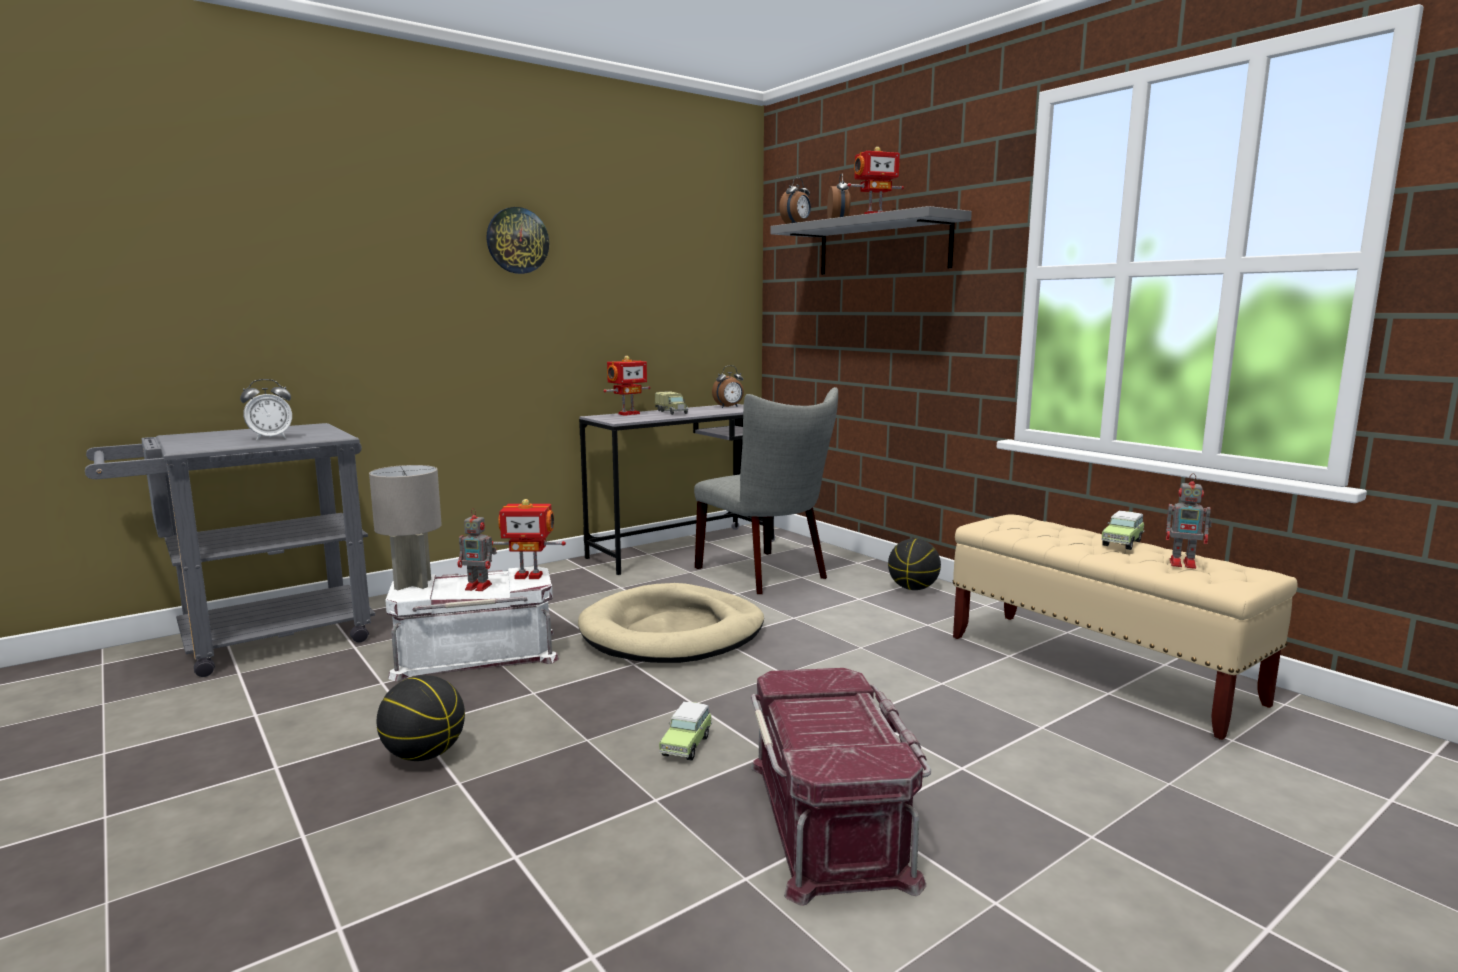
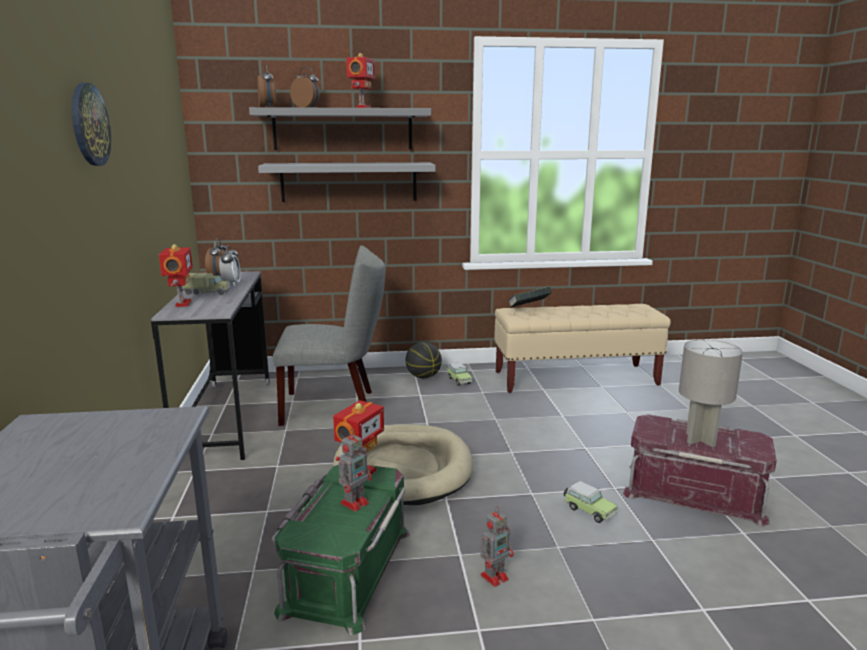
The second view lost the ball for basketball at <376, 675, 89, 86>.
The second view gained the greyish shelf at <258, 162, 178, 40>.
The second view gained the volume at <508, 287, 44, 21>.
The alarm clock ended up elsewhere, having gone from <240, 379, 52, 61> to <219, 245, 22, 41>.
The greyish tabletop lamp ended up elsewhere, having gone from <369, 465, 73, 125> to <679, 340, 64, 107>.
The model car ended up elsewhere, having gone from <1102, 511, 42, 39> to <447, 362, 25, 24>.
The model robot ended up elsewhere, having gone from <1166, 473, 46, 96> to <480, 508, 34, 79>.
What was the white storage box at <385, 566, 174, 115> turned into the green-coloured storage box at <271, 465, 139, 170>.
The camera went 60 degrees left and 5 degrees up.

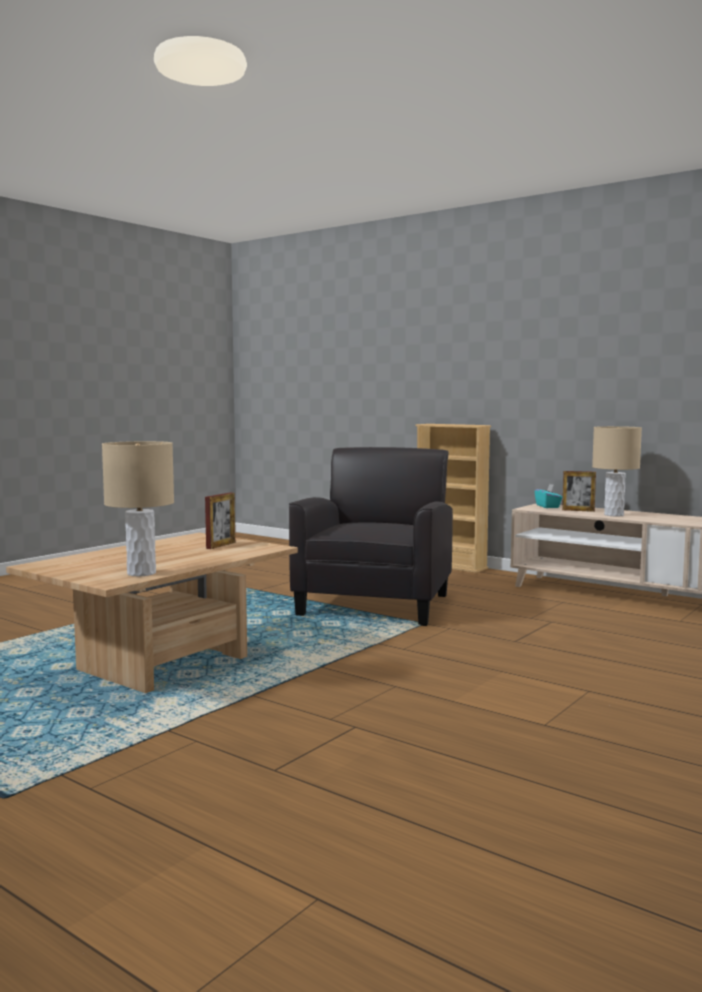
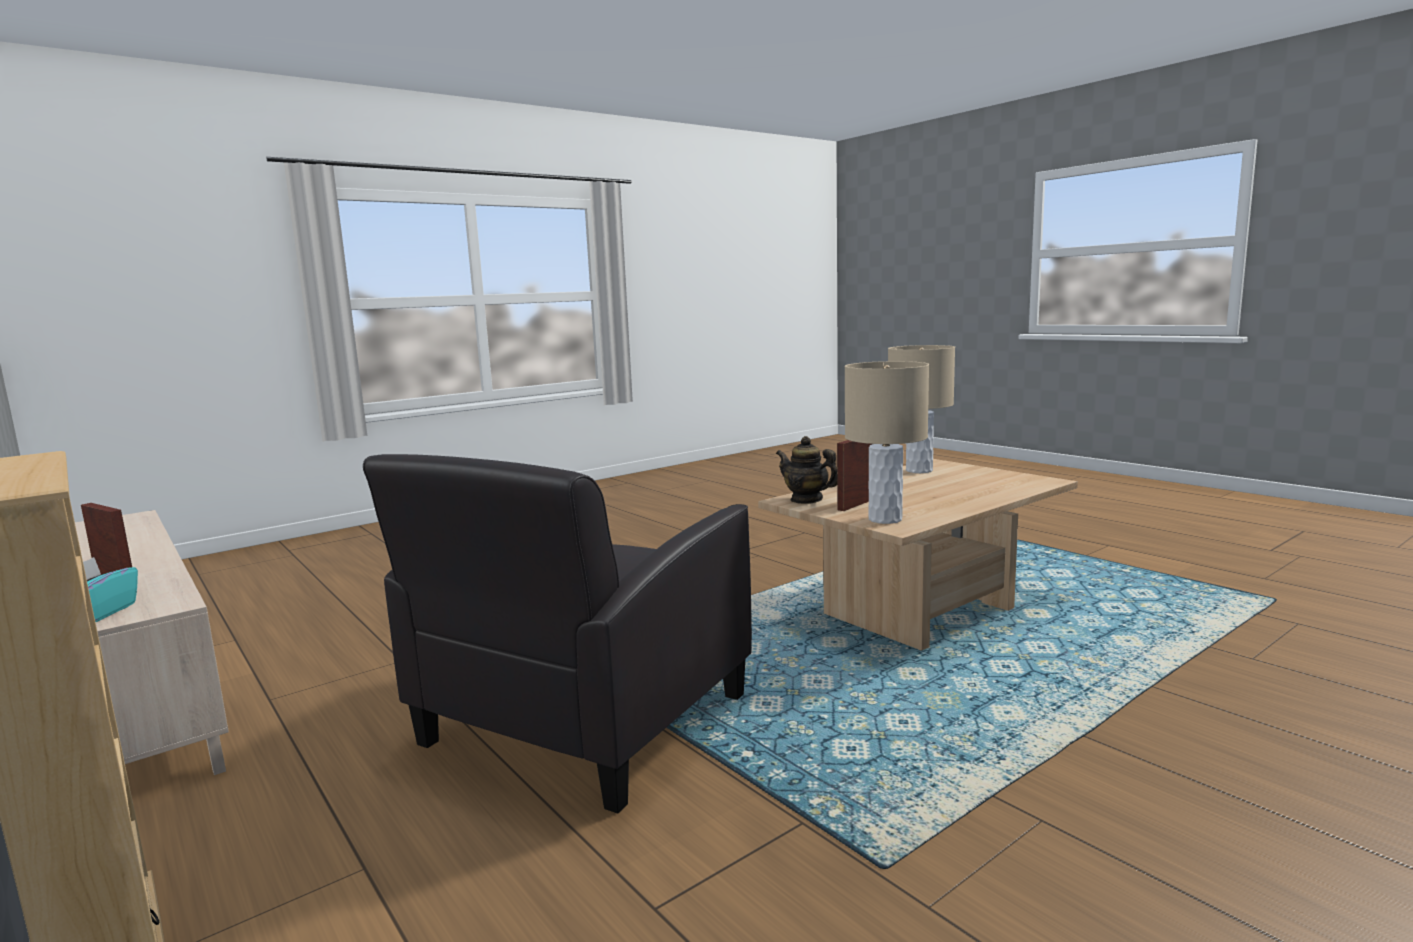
The second view gained the tea pot at <776, 436, 61, 68>.
The sand-coloured tabletop lamp ended up elsewhere, having gone from <592, 426, 50, 90> to <845, 361, 84, 163>.
The camera went 165 degrees left and 5 degrees up.

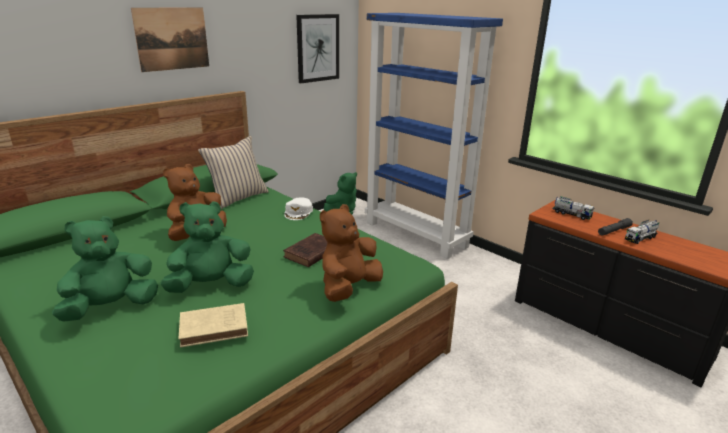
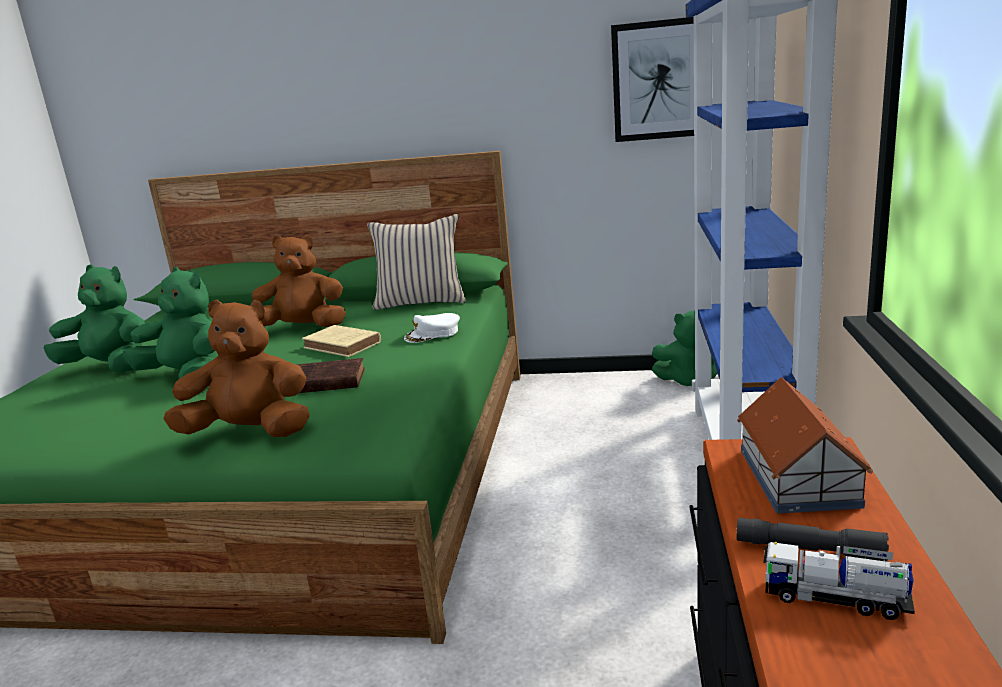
The second view lost the wall art at <131, 7, 78, 65>.
The sand-coloured volume ended up elsewhere, having gone from <179, 303, 69, 44> to <302, 325, 79, 32>.
Where the toy truck stood at <552, 196, 43, 24>, the toy house came to stand at <737, 377, 136, 137>.
The camera went 55 degrees right and 5 degrees down.

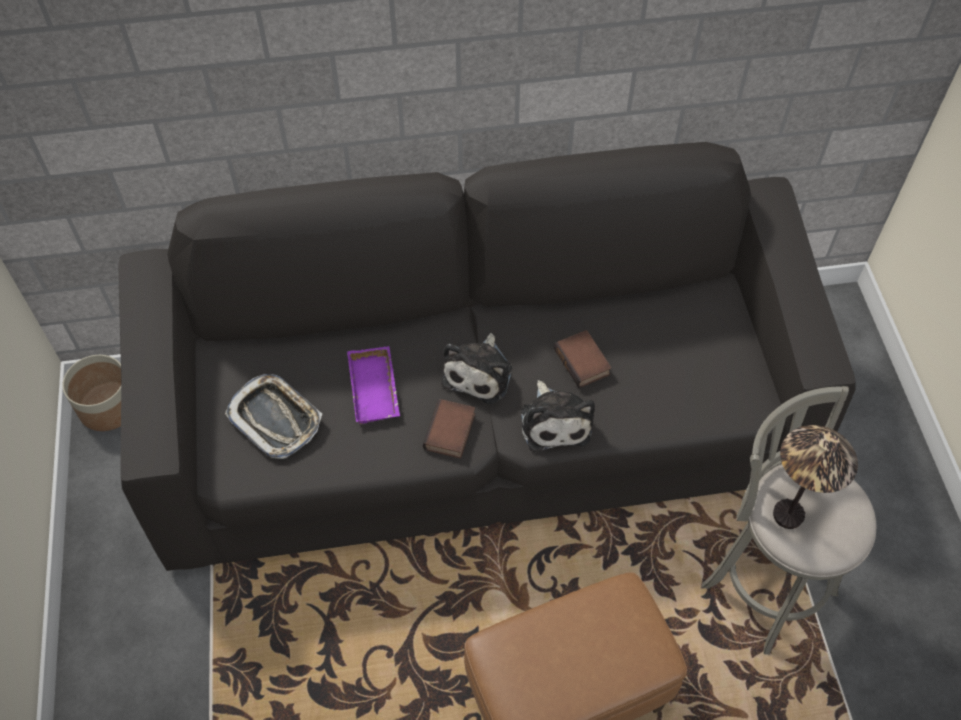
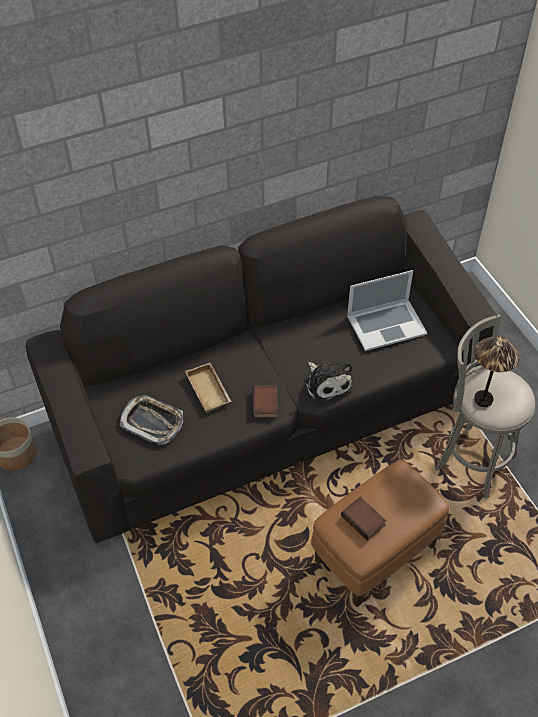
The second view lost the soft toy at <441, 333, 71, 71>.
The second view gained the portable computer at <347, 270, 80, 81>.
The volume ended up elsewhere, having gone from <554, 330, 58, 58> to <341, 496, 45, 45>.
What was the purplish serving tray at <347, 346, 53, 78> turned into the sand-coloured serving tray at <185, 363, 47, 50>.
The camera went 15 degrees left and 5 degrees down.

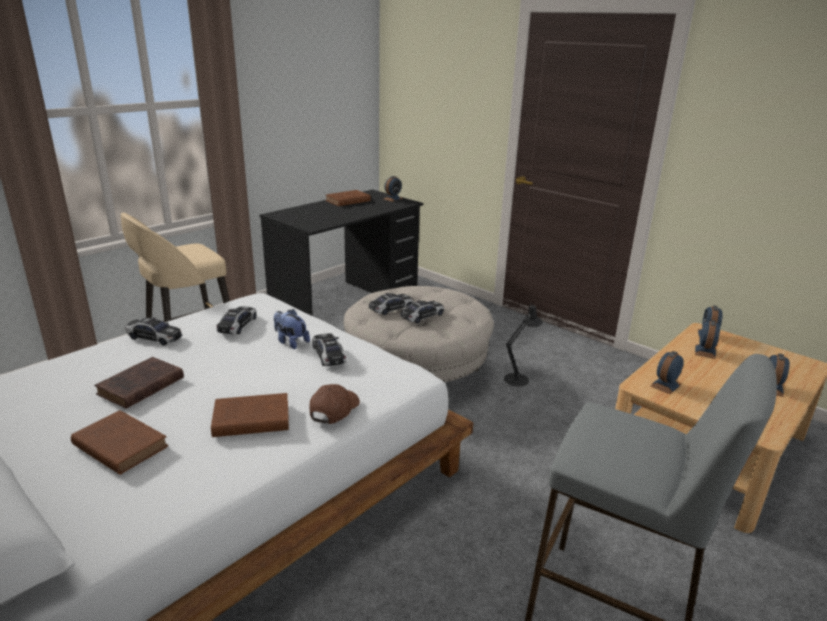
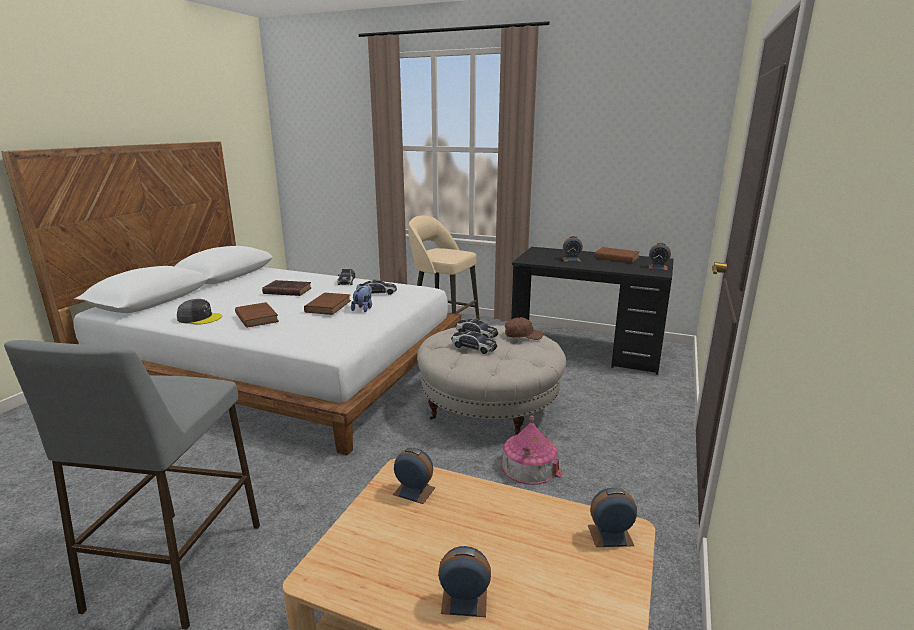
The second view lost the model car at <312, 333, 34, 33>.
The second view gained the greyish cap at <177, 299, 45, 25>.
The brown volume ended up elsewhere, having gone from <71, 410, 97, 65> to <304, 293, 47, 22>.
The brown cap ended up elsewhere, having gone from <310, 384, 50, 40> to <505, 317, 38, 23>.
The alarm clock ended up elsewhere, having gone from <695, 320, 25, 39> to <563, 236, 20, 26>.
Where the black tabletop lamp stood at <504, 304, 39, 83>, the toy house came to stand at <501, 416, 62, 69>.
The camera went 70 degrees right and 5 degrees down.

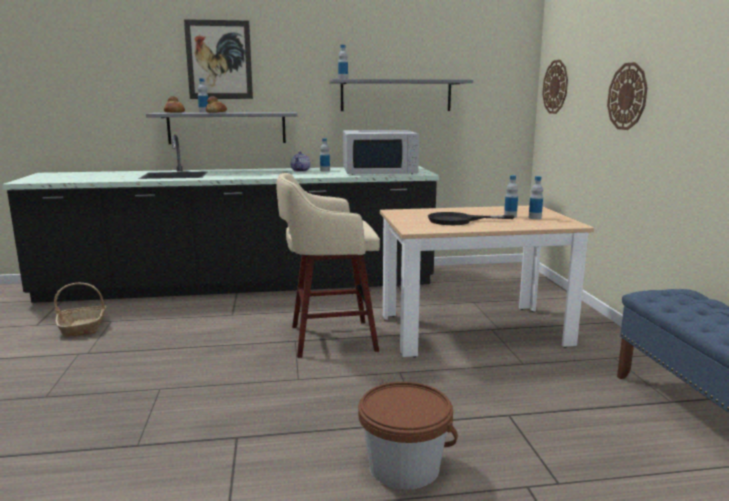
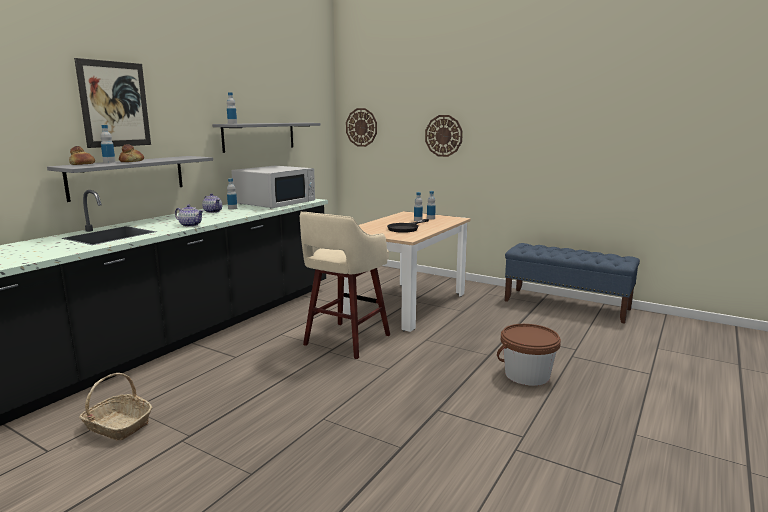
The second view gained the tea pot at <175, 204, 29, 23>.
The camera went 50 degrees left and 0 degrees up.

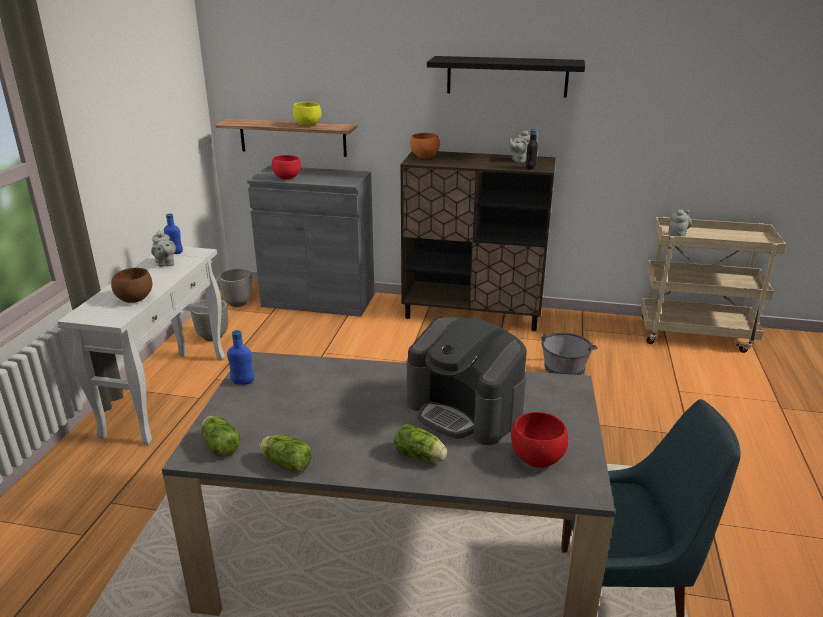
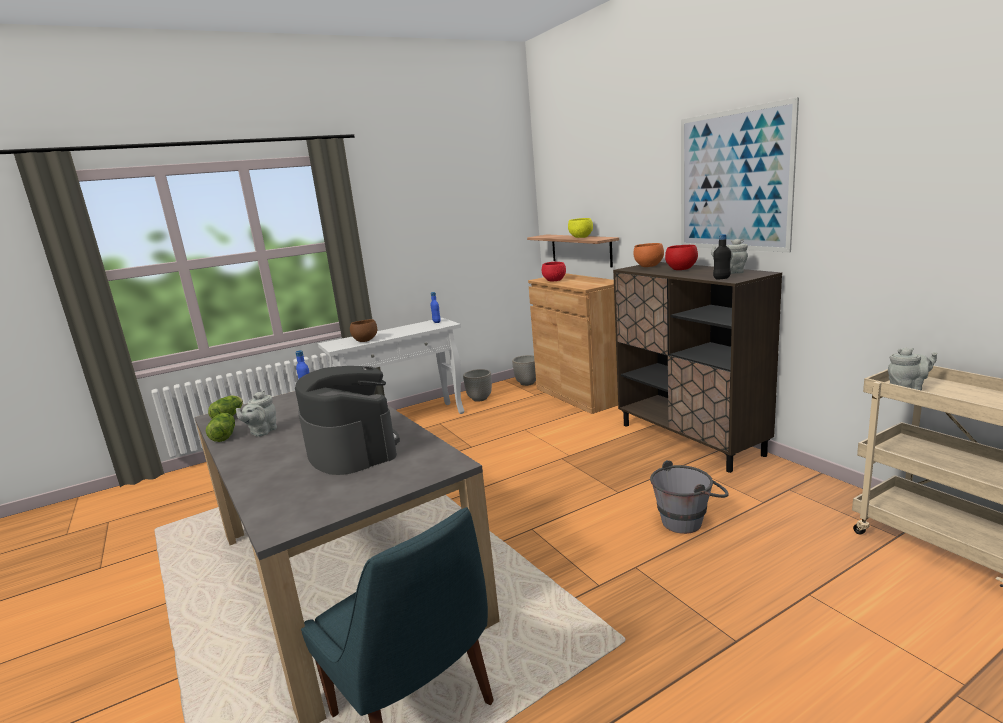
The second view lost the head of lettuce at <394, 424, 53, 38>.
The greyish tea pot ended up elsewhere, having gone from <151, 230, 25, 37> to <236, 390, 41, 47>.
The reddish bowl ended up elsewhere, having gone from <511, 412, 57, 56> to <665, 245, 33, 25>.
Where the black shelf hung at <427, 56, 158, 42>, the wall art came to hang at <681, 97, 118, 156>.
What was the greyish storage cabinet at <247, 166, 128, 151> turned into the brown storage cabinet at <528, 273, 90, 141>.
The coffee brewer at <407, 317, 120, 128> ended up facing another way, 150 degrees clockwise from before.
The camera went 50 degrees right and 10 degrees down.

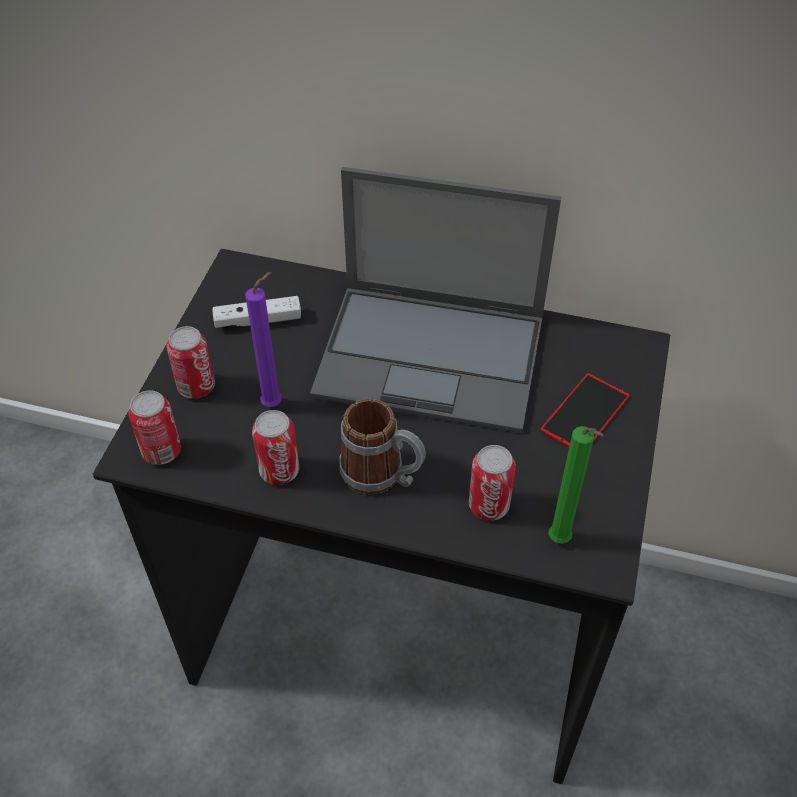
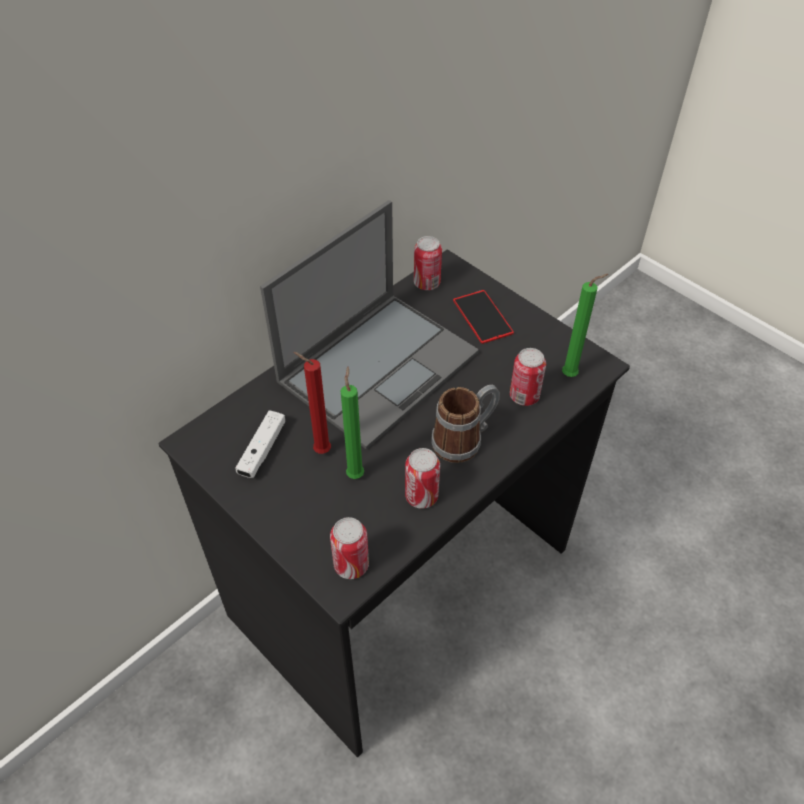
The second view gained the reddish wax candle at <294, 352, 37, 102>.
The metal can ended up elsewhere, having gone from <167, 326, 48, 73> to <414, 236, 28, 54>.
What was the purplish wax candle at <245, 272, 37, 135> turned into the green-coloured wax candle at <341, 367, 23, 112>.
The camera went 60 degrees left and 0 degrees up.

